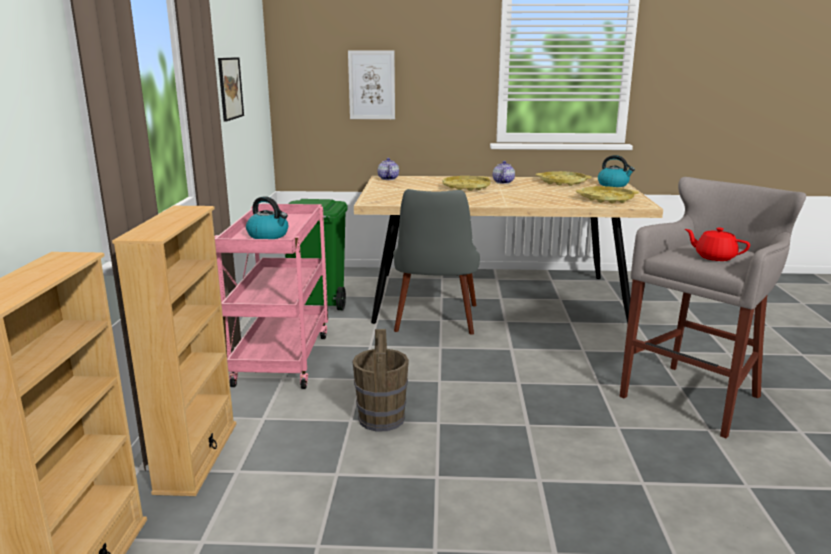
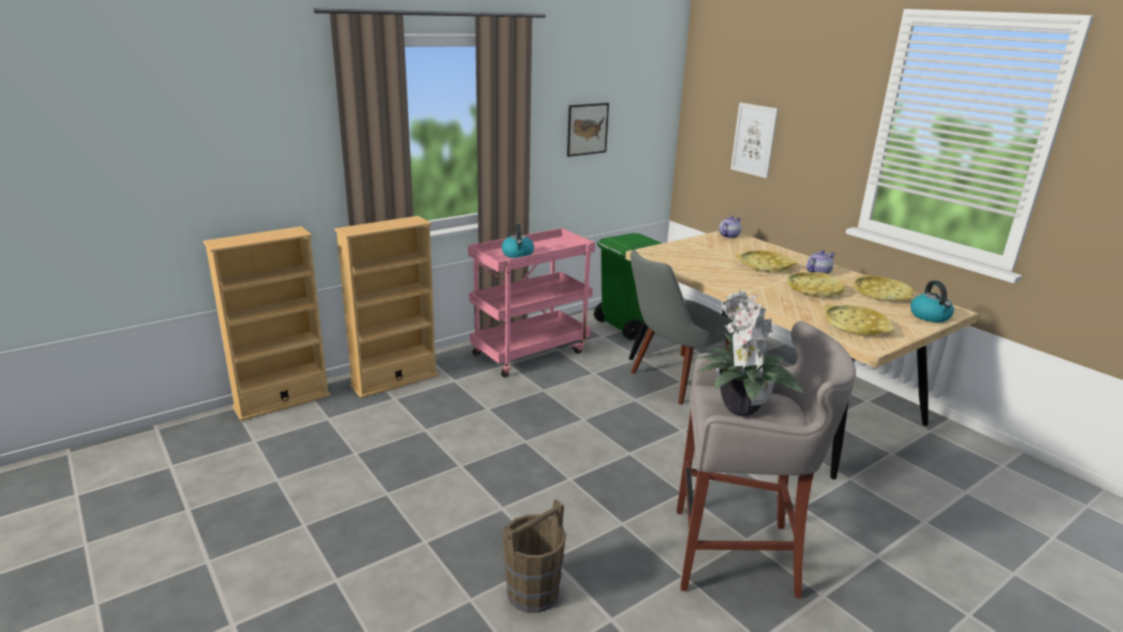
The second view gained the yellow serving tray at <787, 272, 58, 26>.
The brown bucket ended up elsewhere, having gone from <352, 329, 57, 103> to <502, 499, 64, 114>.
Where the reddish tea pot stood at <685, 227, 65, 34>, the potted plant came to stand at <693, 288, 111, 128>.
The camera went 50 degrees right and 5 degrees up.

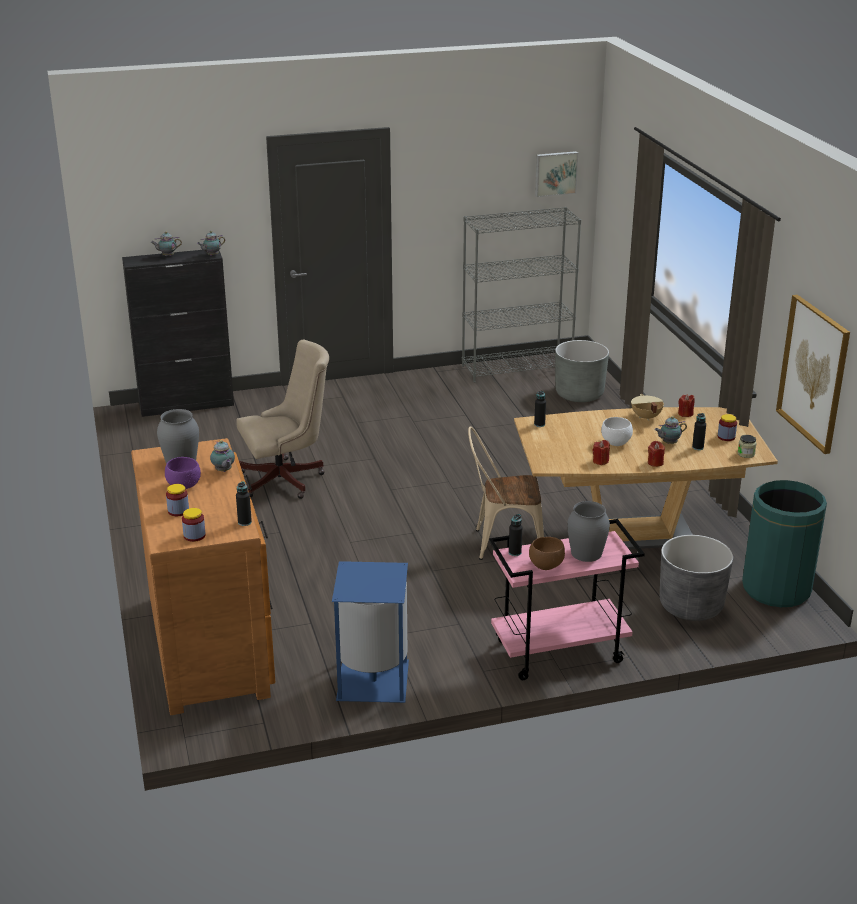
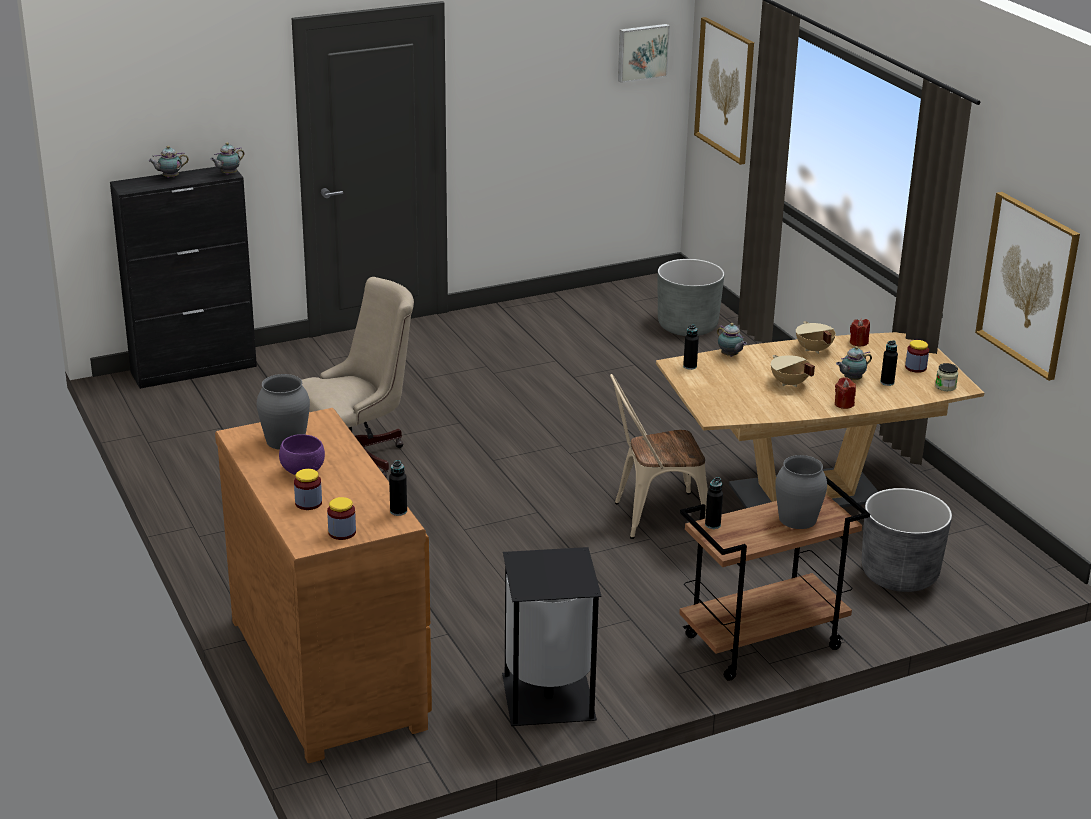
The second view lost the greyish bookcase at <462, 207, 119, 175>.
The second view lost the brown bowl at <529, 537, 36, 33>.
The second view lost the reddish wax candle at <593, 440, 17, 25>.
The second view lost the green-coloured rubbish bin at <742, 480, 85, 127>.
The second view gained the wall art at <694, 17, 60, 148>.
The tea pot ended up elsewhere, having gone from <210, 440, 25, 32> to <717, 323, 30, 34>.
Where the white bowl stood at <601, 417, 32, 29>, the sand-coloured saucepot came to stand at <771, 355, 44, 32>.
What was the blue rubbish bin at <332, 561, 77, 142> turned into the black rubbish bin at <502, 547, 100, 179>.
What was the pink-coloured wheeled cart at <489, 519, 156, 161> turned into the brown wheeled cart at <679, 477, 191, 204>.
The camera went 10 degrees left and 0 degrees up.

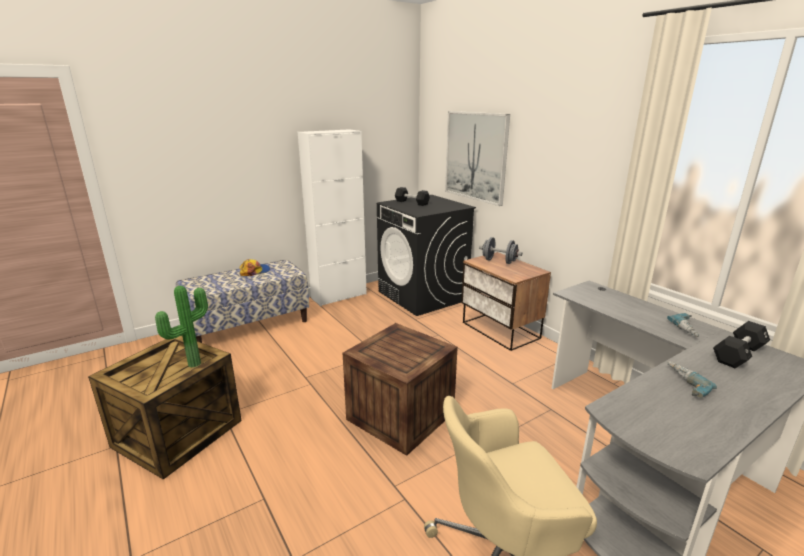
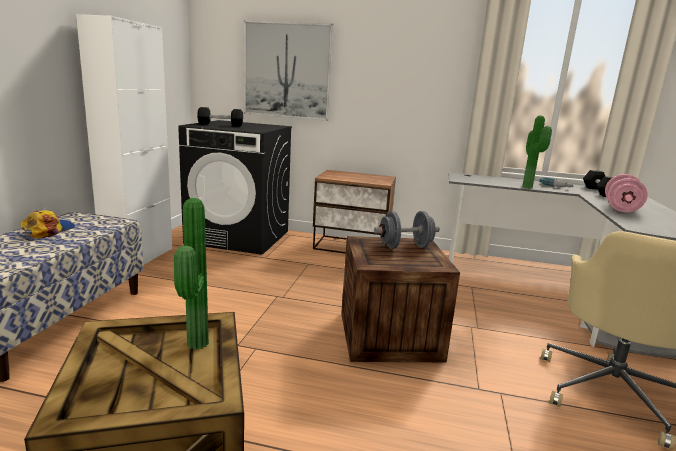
The second view gained the potted plant at <522, 115, 30, 74>.
The greyish free weight ended up elsewhere, having gone from <479, 237, 43, 27> to <374, 211, 66, 38>.
Where the electric drill stood at <667, 361, 50, 37>, the pink-coloured free weight came to stand at <605, 174, 43, 38>.
The camera went 45 degrees left and 5 degrees down.

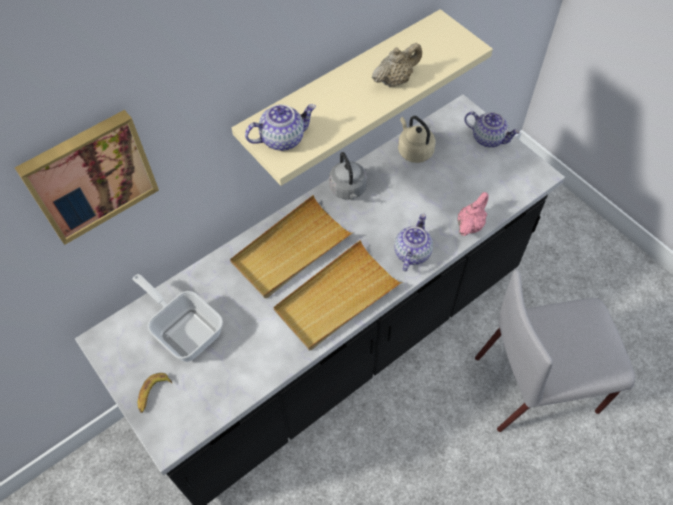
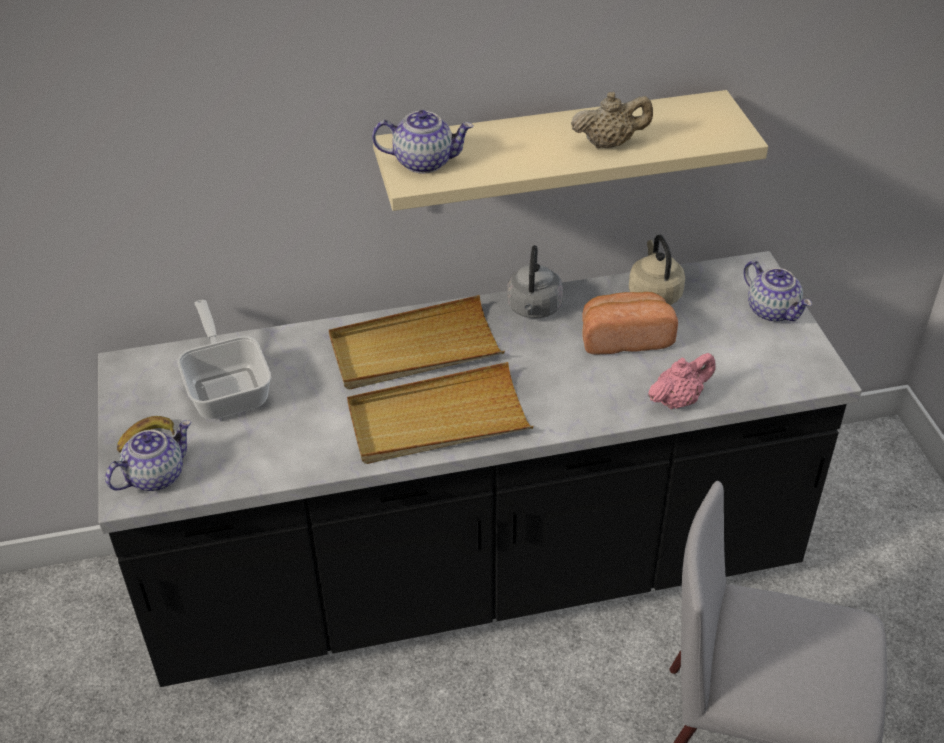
The second view lost the wall art at <15, 110, 144, 135>.
The second view gained the baked bread at <582, 292, 96, 62>.
The tea pot ended up elsewhere, having gone from <394, 213, 39, 58> to <105, 420, 87, 71>.
The camera went 25 degrees right and 15 degrees down.

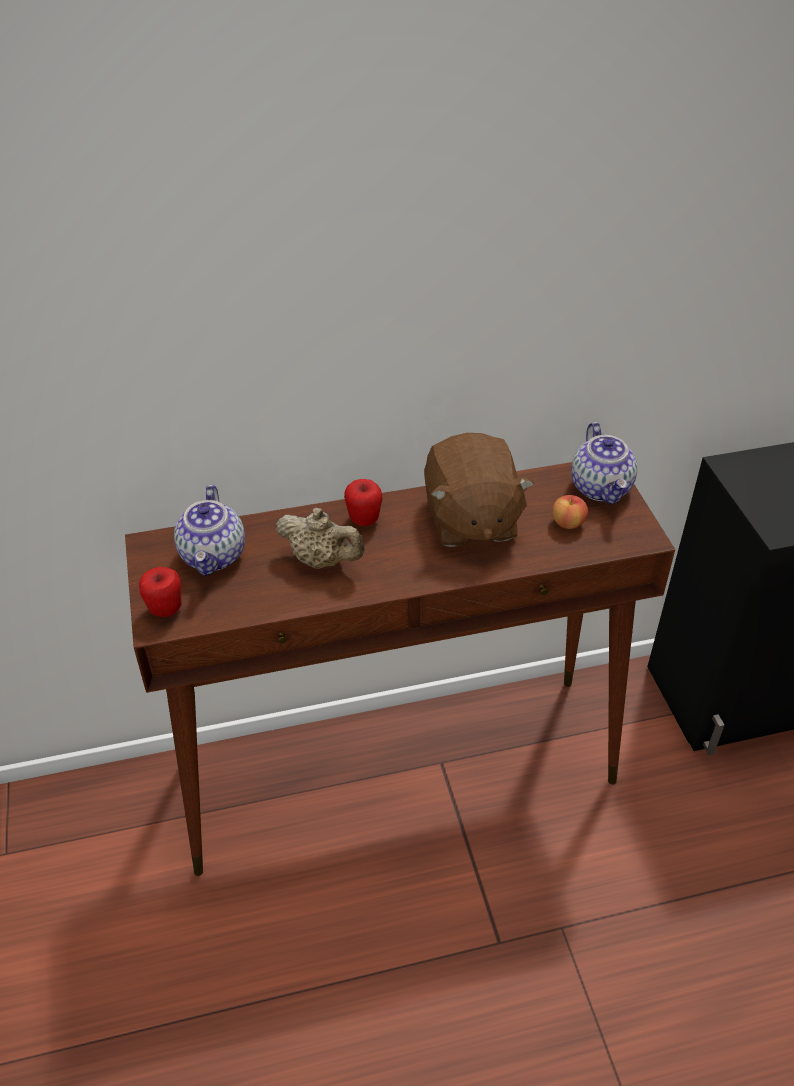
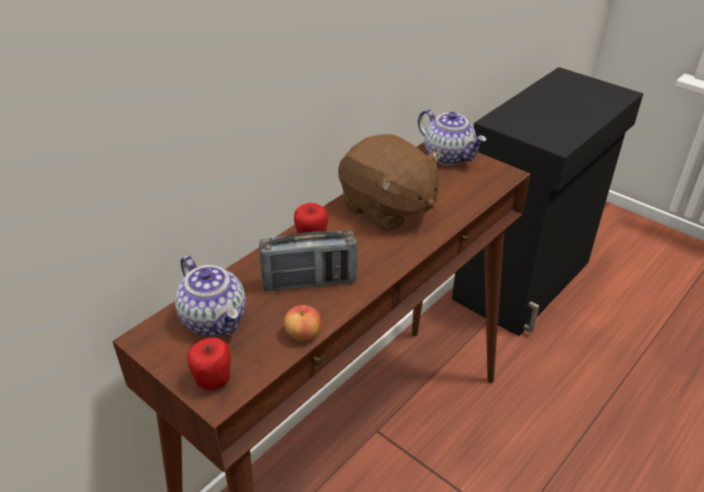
The apple fruit ended up elsewhere, having gone from <552, 495, 36, 34> to <284, 305, 37, 36>.
Where the sand-coloured tea pot stood at <276, 508, 89, 61>, the radio receiver came to stand at <259, 230, 98, 61>.
The camera went 35 degrees left and 5 degrees down.

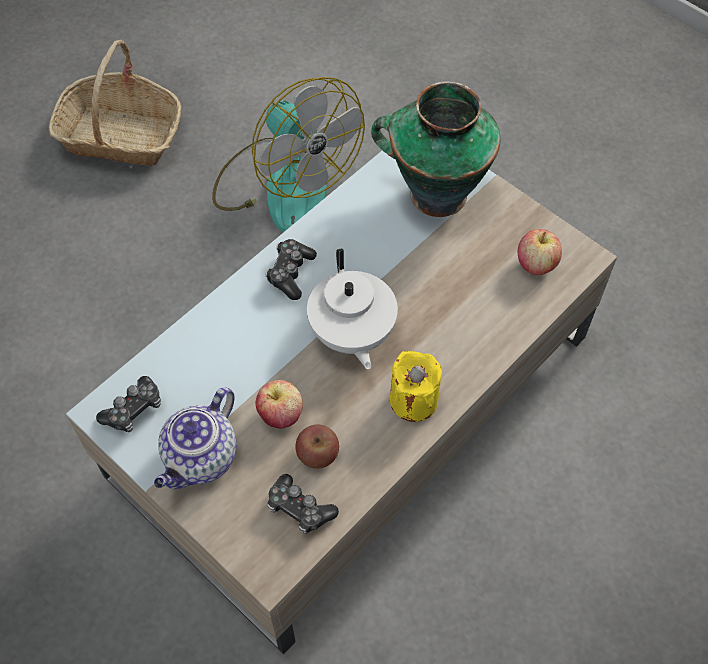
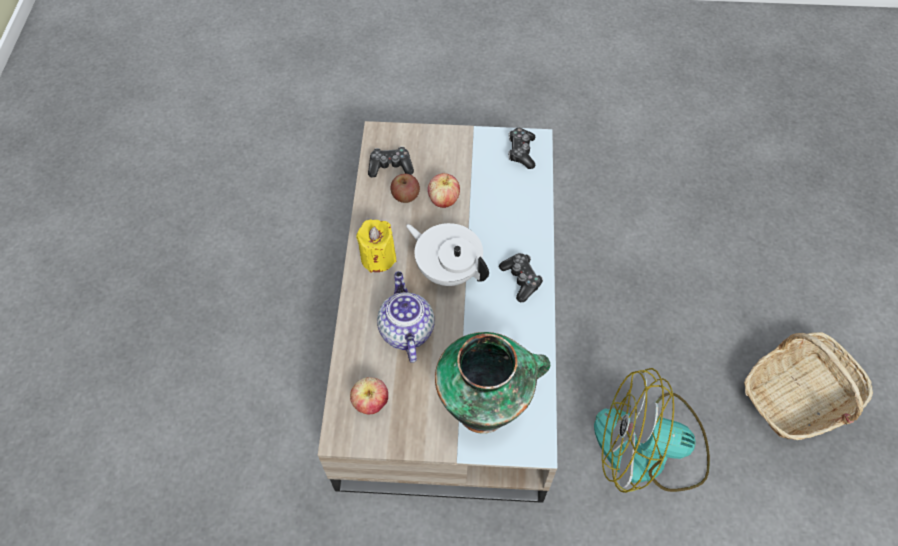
The tea pot ended up elsewhere, having gone from <154, 387, 83, 102> to <377, 271, 58, 92>.
The camera went 140 degrees right and 0 degrees up.

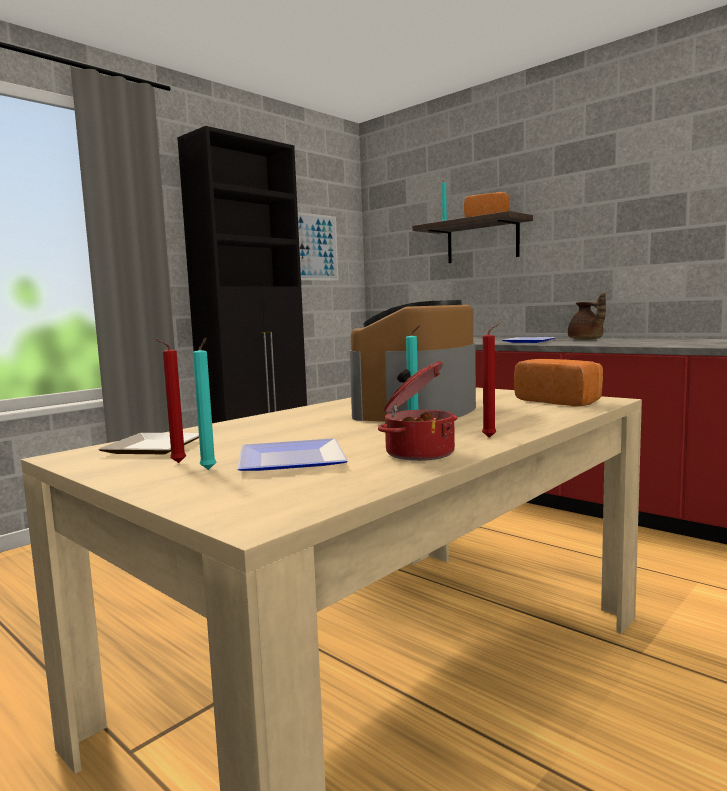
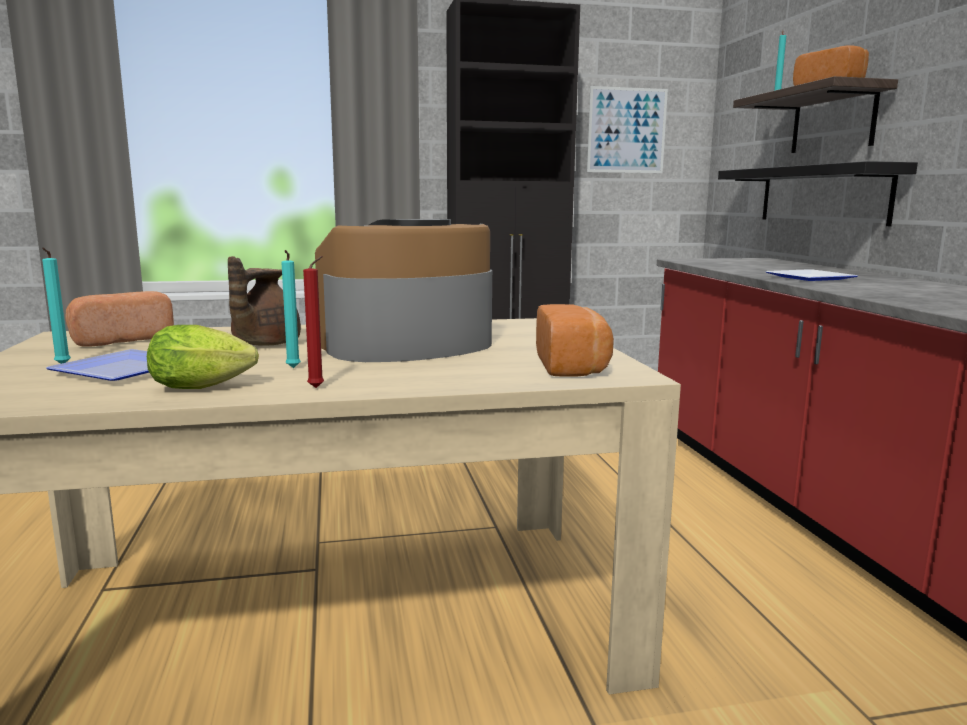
The second view lost the reddish wax candle at <155, 338, 31, 125>.
The second view gained the black shelf at <718, 161, 200, 65>.
The brown tea pot ended up elsewhere, having gone from <568, 293, 38, 47> to <228, 256, 73, 90>.
Where the dinner plate stood at <98, 433, 101, 21>, the baked bread came to stand at <65, 291, 109, 55>.
Where the saucepot stood at <378, 361, 79, 100>, the head of lettuce came to stand at <147, 325, 112, 64>.
The camera went 35 degrees right and 5 degrees up.

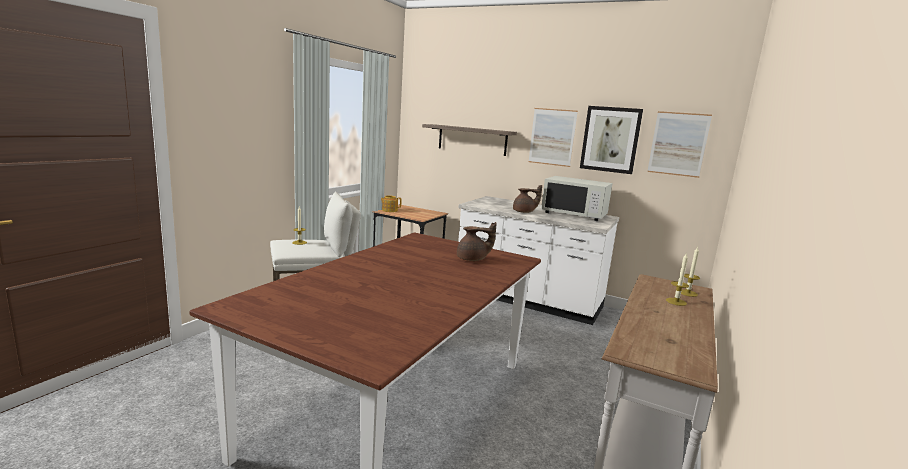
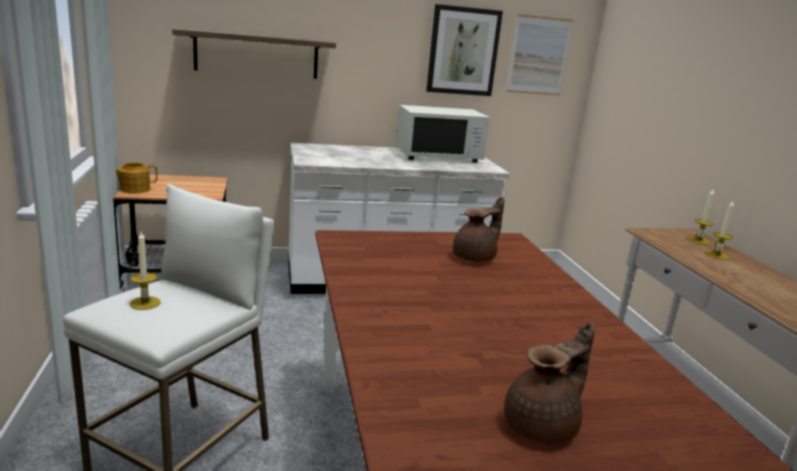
The second view lost the wall art at <529, 108, 49, 59>.
The brown tea pot ended up elsewhere, having gone from <513, 185, 29, 28> to <504, 322, 91, 122>.
The camera went 40 degrees left and 5 degrees up.

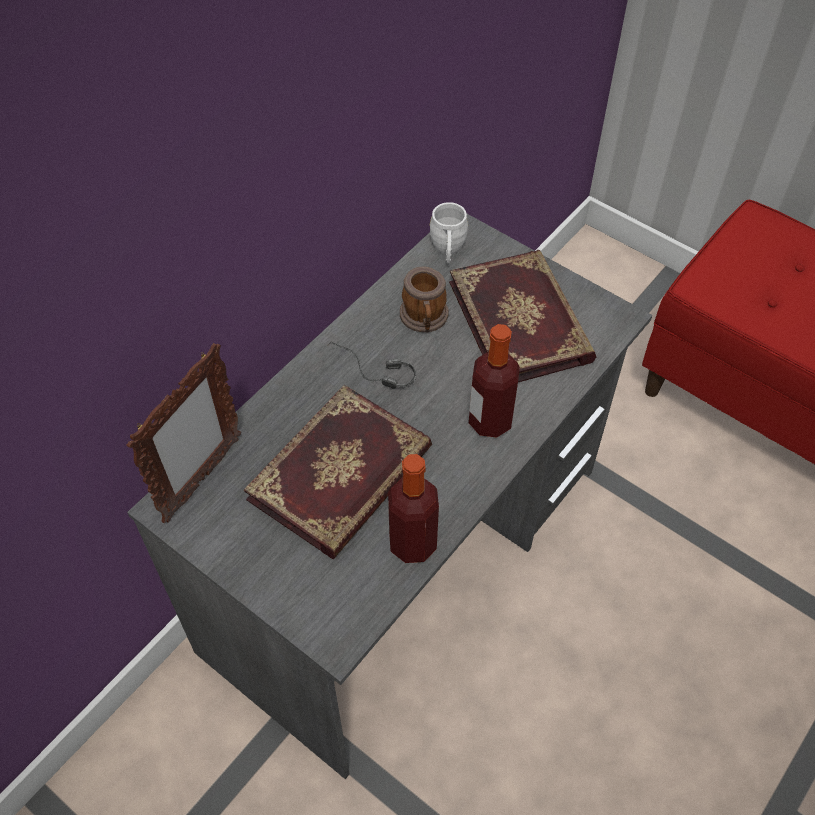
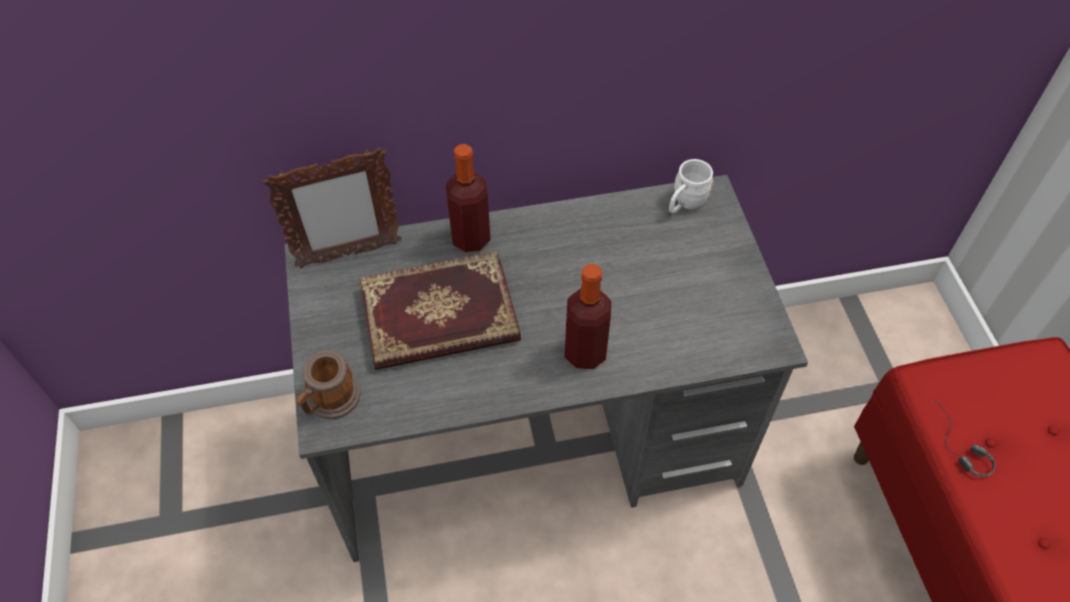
The second view lost the volume at <449, 250, 147, 132>.
The pair of headphones ended up elsewhere, having gone from <327, 342, 89, 47> to <931, 400, 64, 77>.
The bottle ended up elsewhere, having gone from <388, 454, 51, 109> to <446, 144, 45, 108>.
The tea mug ended up elsewhere, having gone from <400, 266, 48, 66> to <296, 350, 65, 69>.
The camera went 40 degrees right and 0 degrees up.

